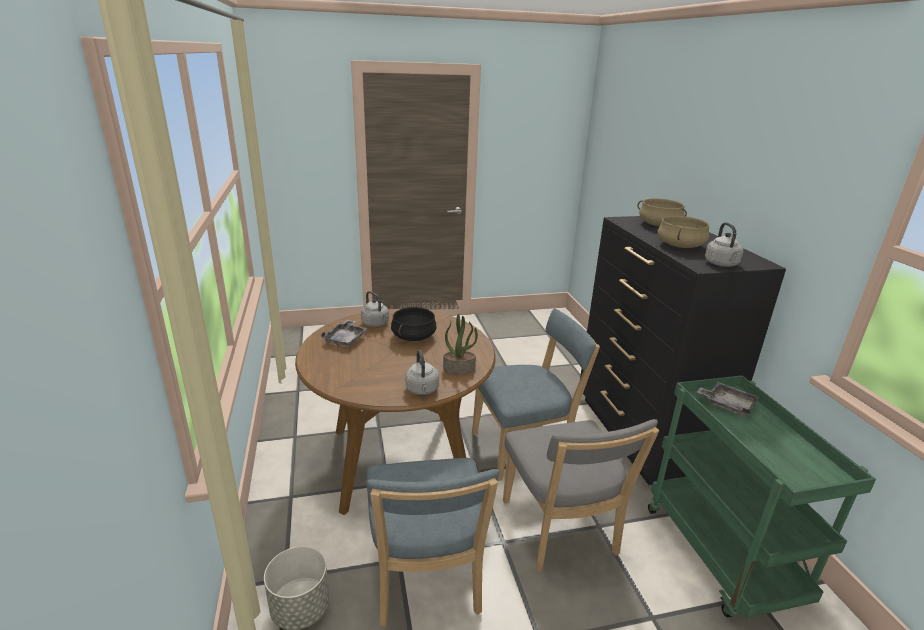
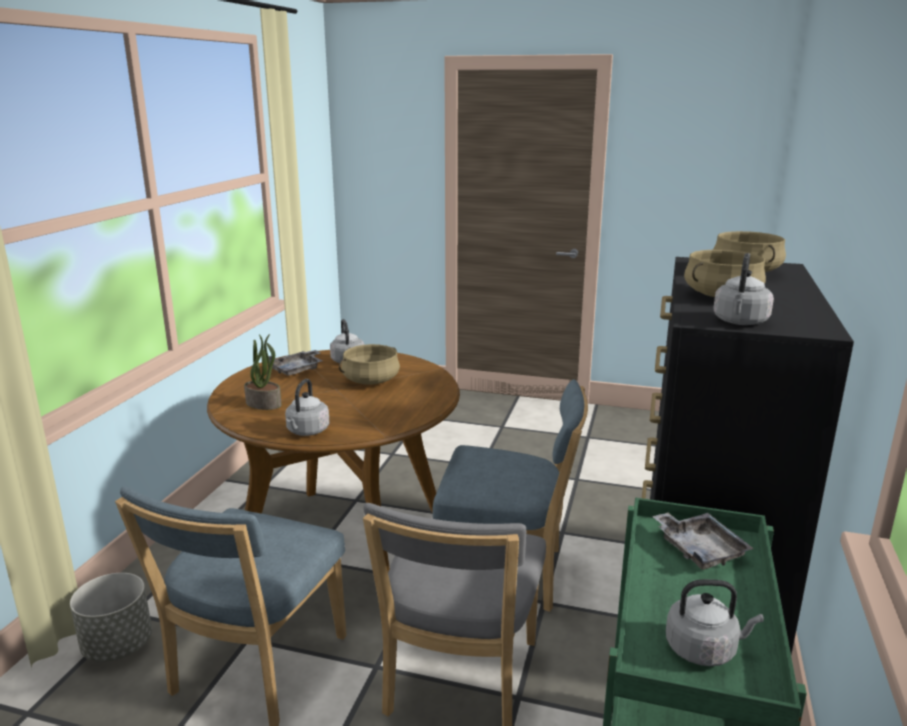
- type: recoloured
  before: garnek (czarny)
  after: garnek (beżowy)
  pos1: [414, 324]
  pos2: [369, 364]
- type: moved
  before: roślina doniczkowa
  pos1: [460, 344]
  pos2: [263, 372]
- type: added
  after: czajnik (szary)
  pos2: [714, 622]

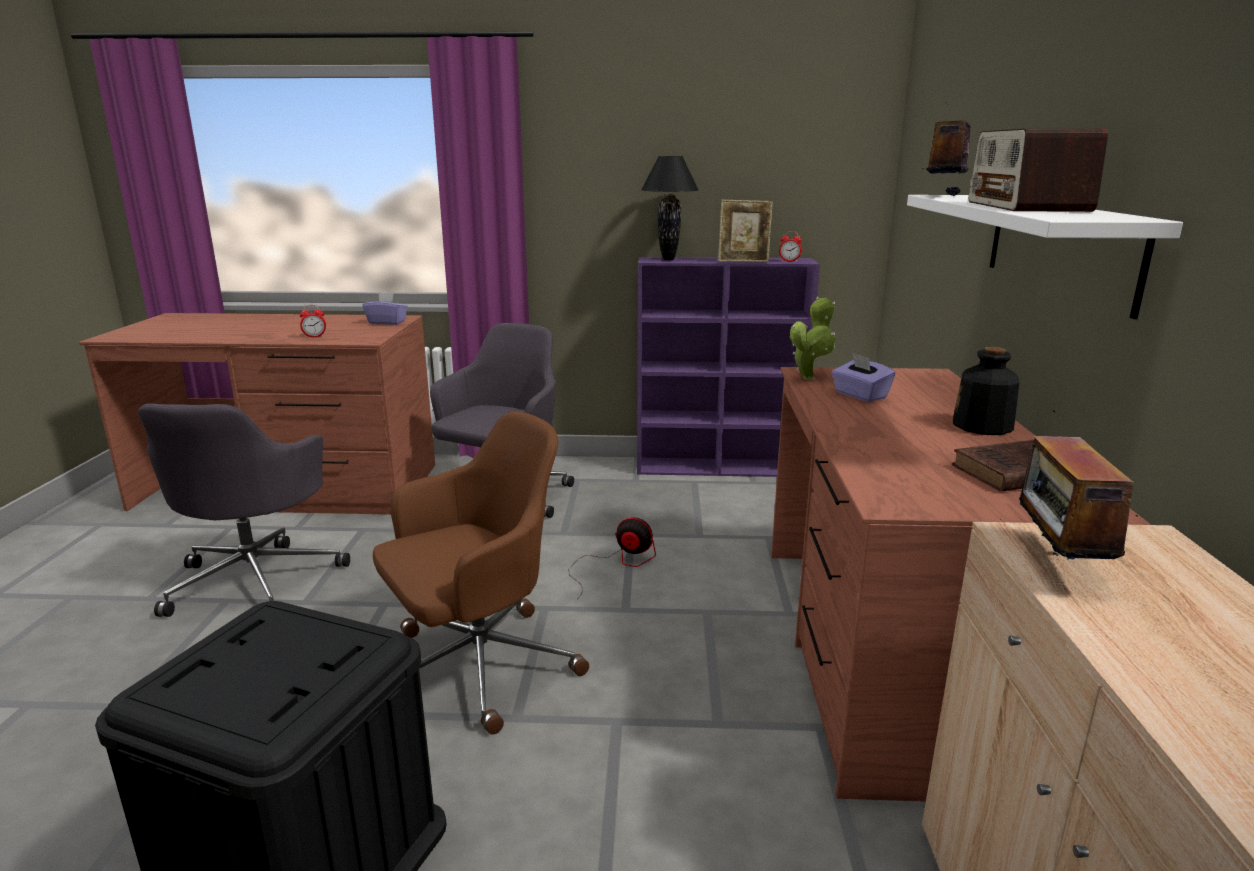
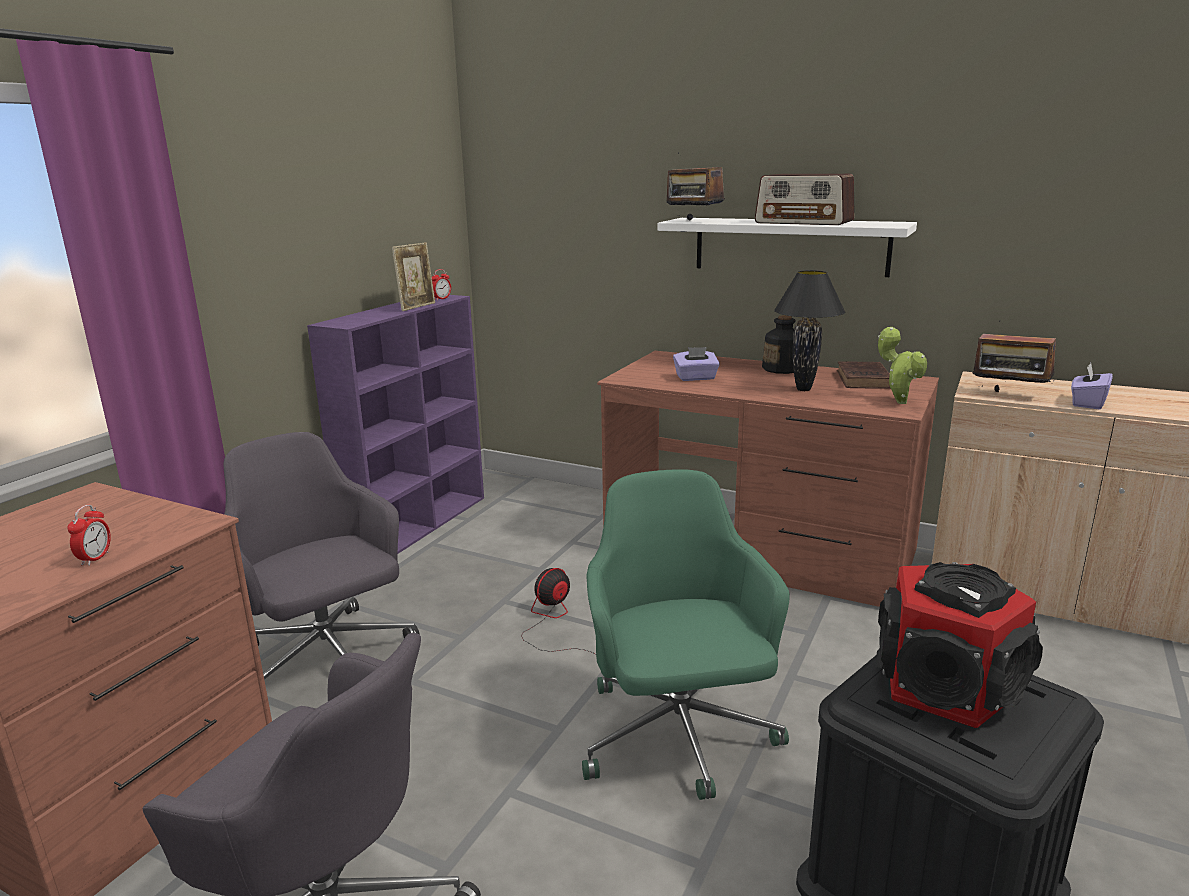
- type: moved
  before: lampa stołowa (czarny)
  pos1: [670, 208]
  pos2: [809, 330]
- type: moved
  before: pudełko chusteczek (fioletowy)
  pos1: [385, 308]
  pos2: [1092, 386]
- type: moved
  before: roślina doniczkowa
  pos1: [812, 338]
  pos2: [902, 365]
- type: recoloured
  before: krzesło biurowe (brązowy)
  after: krzesło biurowe (zielony)
  pos1: [481, 573]
  pos2: [686, 634]
- type: added
  after: głośnik
  pos2: [960, 645]

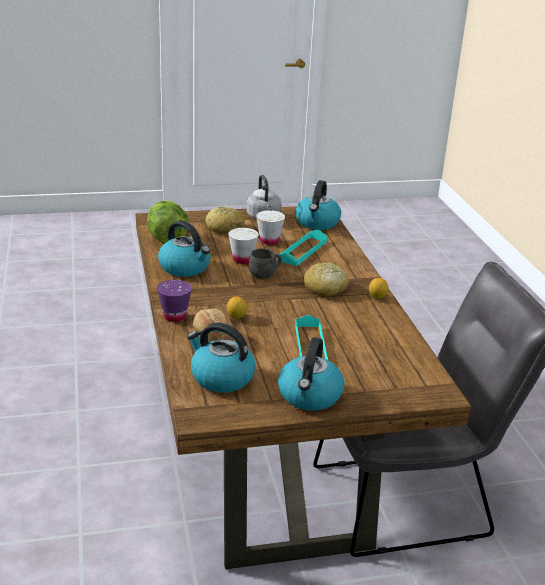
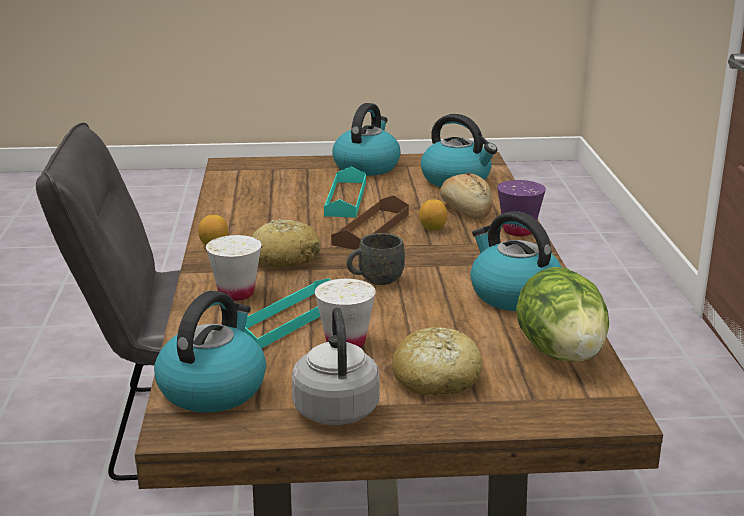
- type: moved
  before: filiżanka (biały)
  pos1: [243, 246]
  pos2: [233, 268]
- type: added
  after: taca (brązowy)
  pos2: [370, 222]

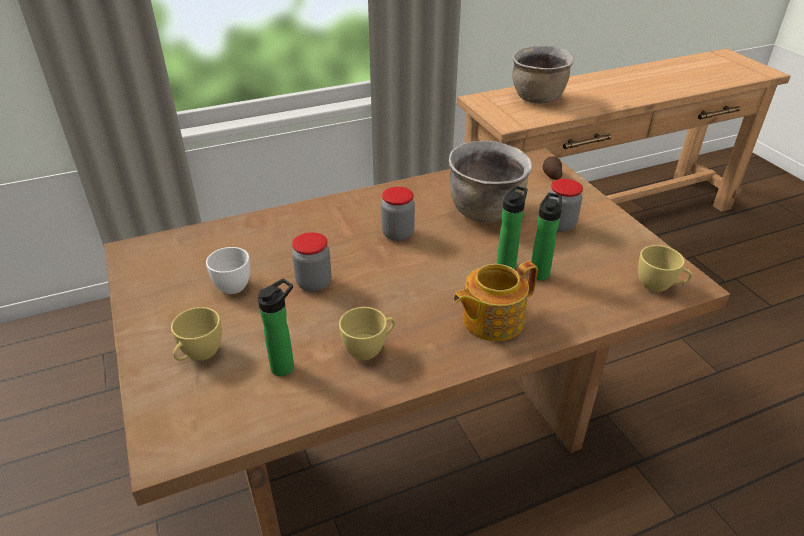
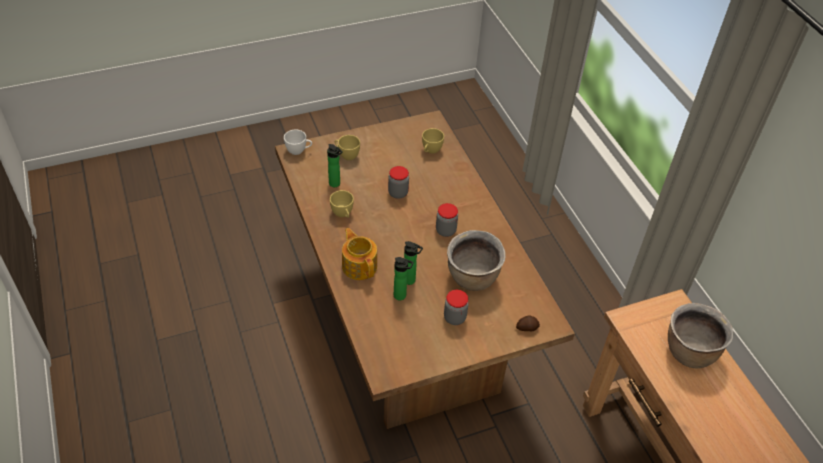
- type: moved
  before: filiżanka (żółty)
  pos1: [665, 268]
  pos2: [433, 141]
- type: moved
  before: filiżanka (biały)
  pos1: [228, 270]
  pos2: [298, 142]

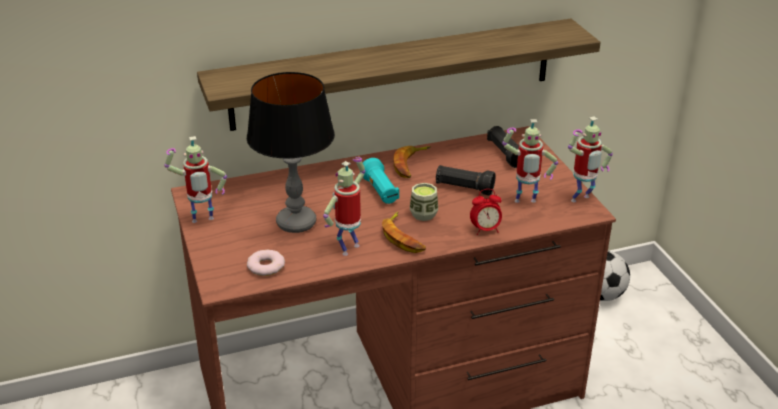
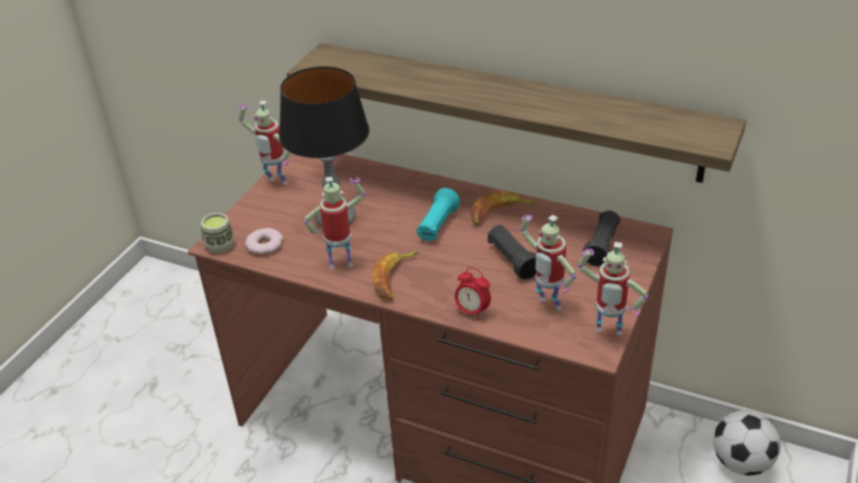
- type: moved
  before: filiżanka
  pos1: [424, 202]
  pos2: [218, 233]

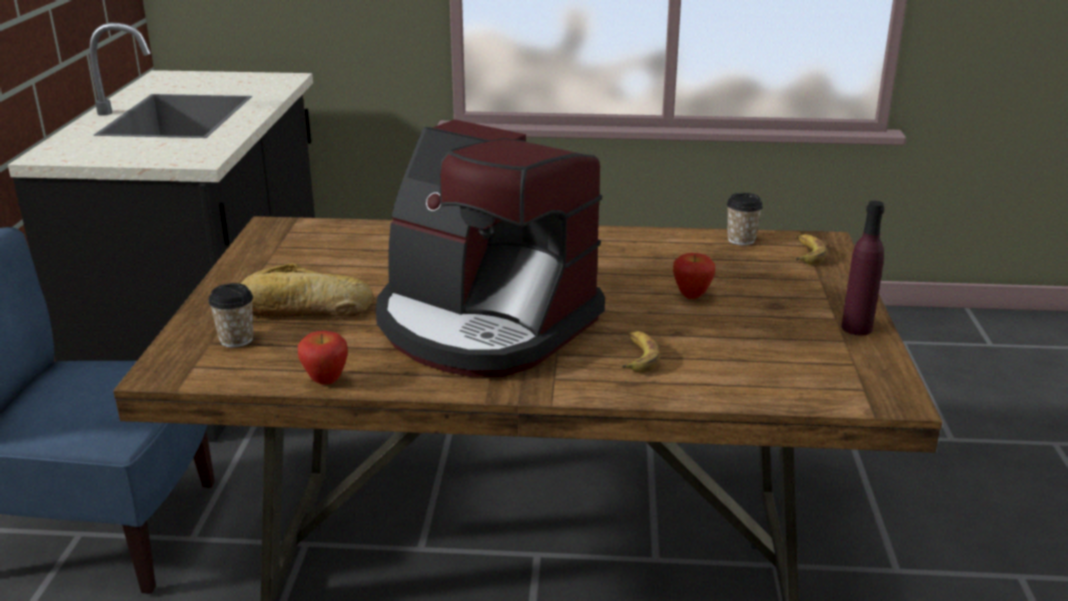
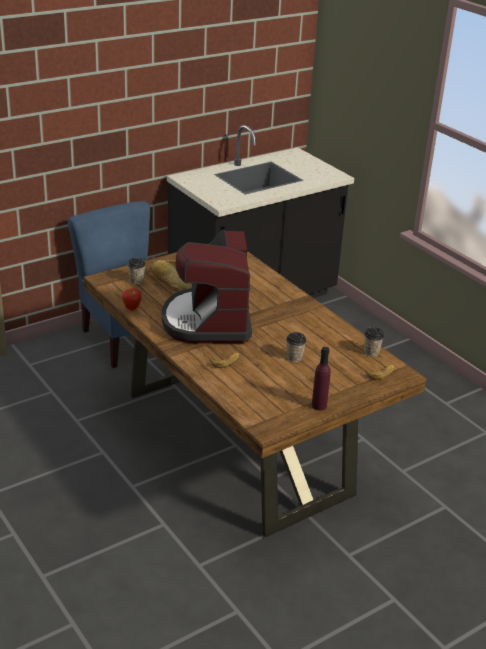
- type: replaced
  before: jabłko
  after: filiżanka
  pos1: [694, 276]
  pos2: [296, 347]

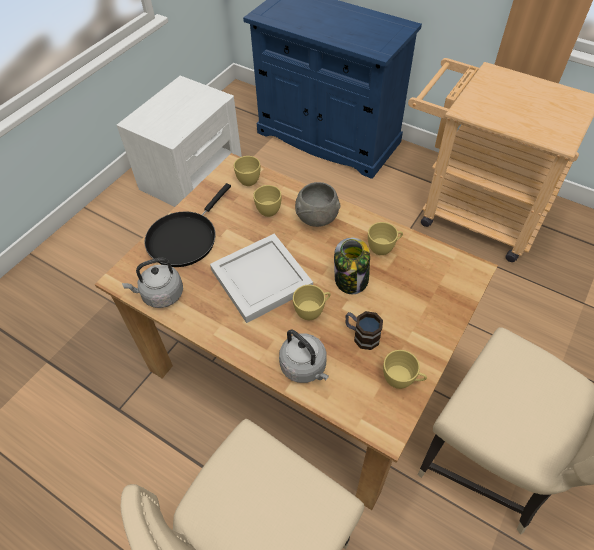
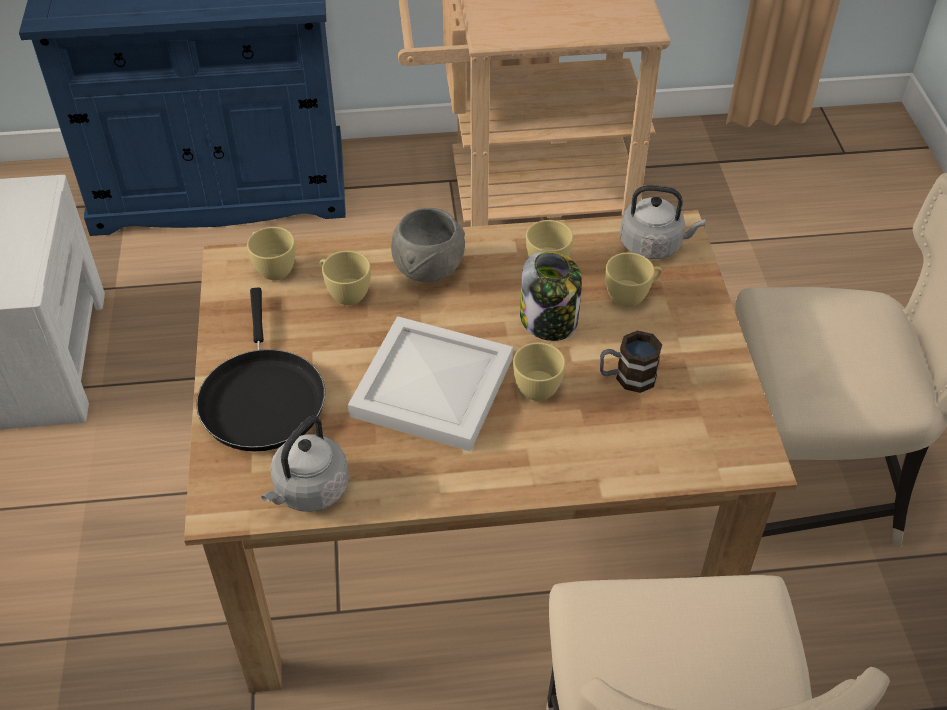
- type: moved
  before: czajnik (szary)
  pos1: [304, 356]
  pos2: [663, 222]
- type: moved
  before: filiżanka (żółty)
  pos1: [405, 369]
  pos2: [633, 280]

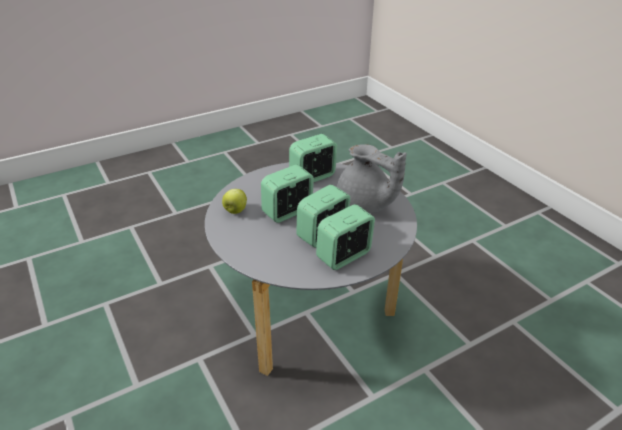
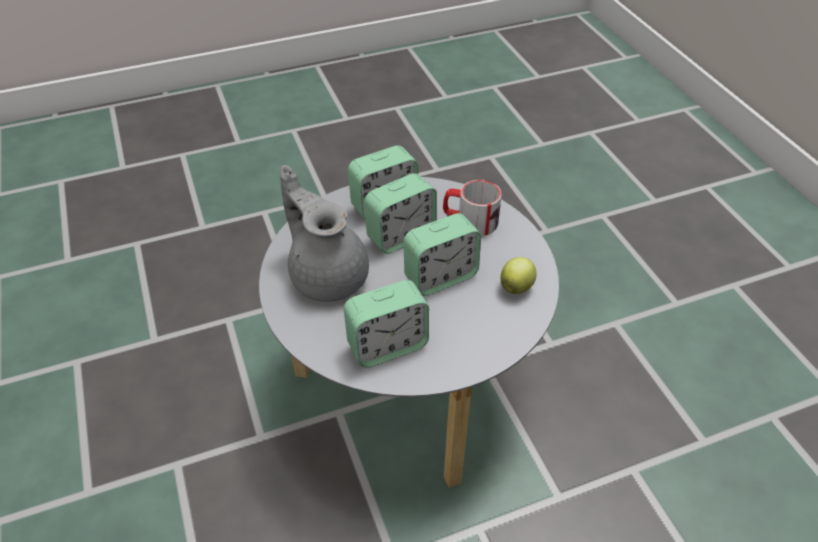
- type: added
  after: kubek
  pos2: [472, 208]

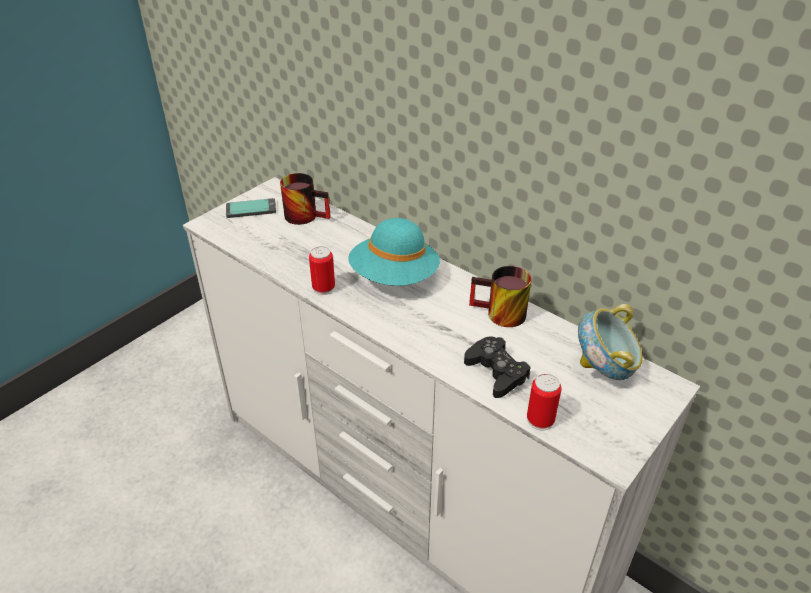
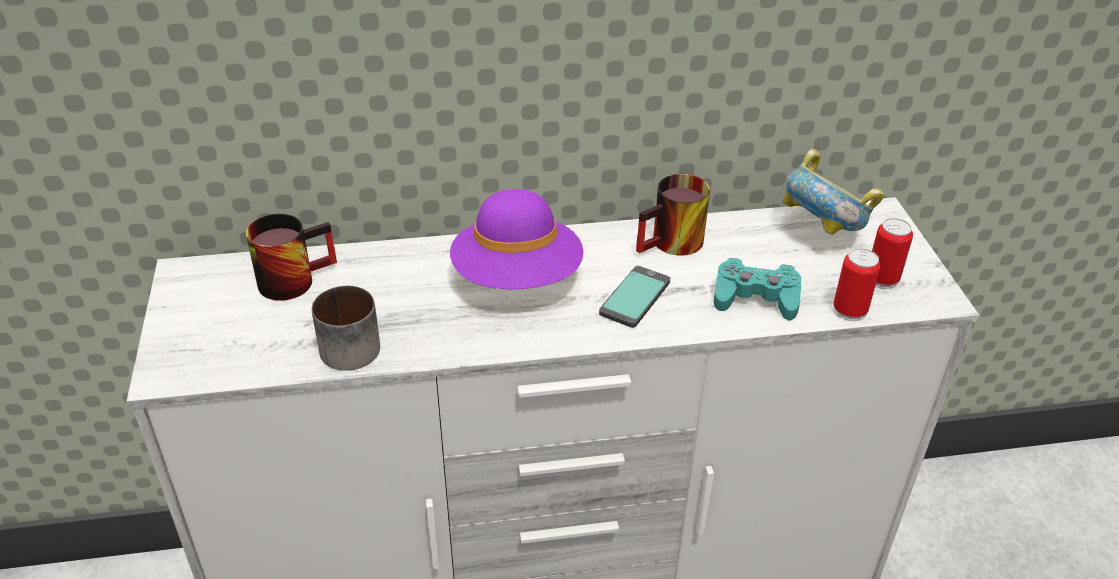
- type: moved
  before: telefon
  pos1: [251, 208]
  pos2: [634, 297]
- type: recoloured
  before: kapelusz (turkusowy)
  after: kapelusz (fioletowy)
  pos1: [394, 252]
  pos2: [517, 239]
- type: moved
  before: puszka
  pos1: [322, 270]
  pos2: [892, 253]
- type: recoloured
  before: pad do gier (czarny)
  after: pad do gier (turkusowy)
  pos1: [497, 367]
  pos2: [757, 289]
- type: added
  after: kubek
  pos2: [346, 328]

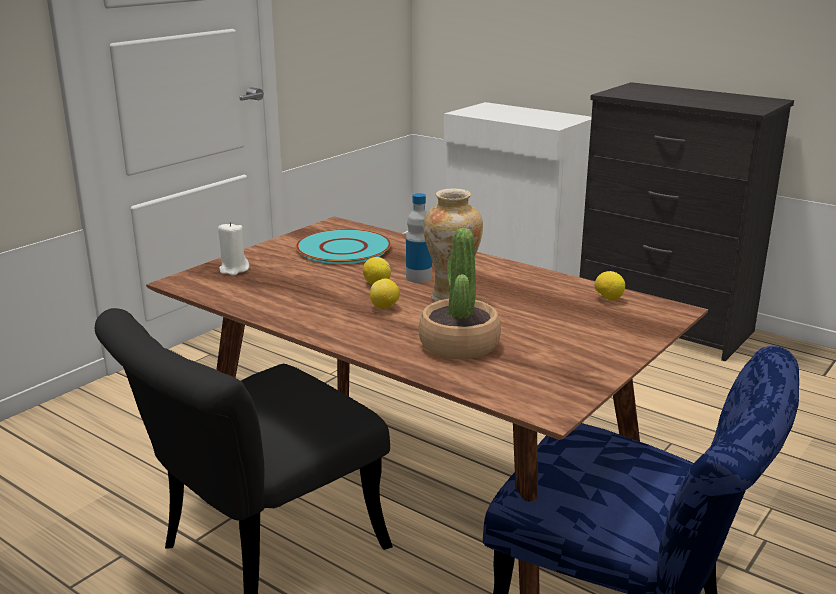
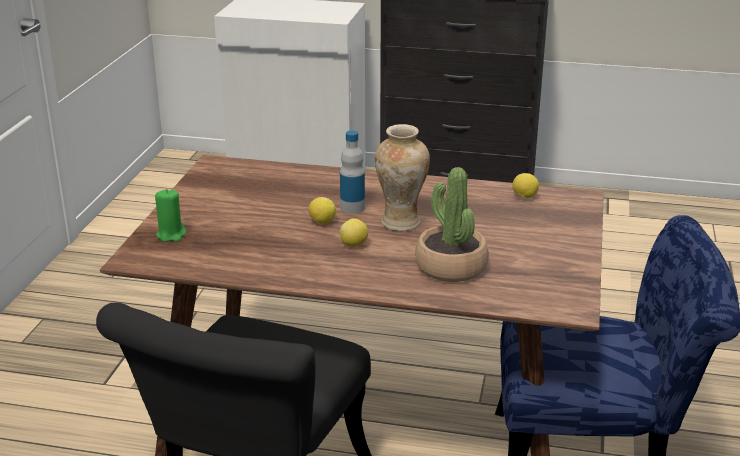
- type: recoloured
  before: świeca (biały)
  after: świeca (zielony)
  pos1: [233, 248]
  pos2: [170, 215]
- type: removed
  before: talerz (turkusowy)
  pos1: [343, 246]

